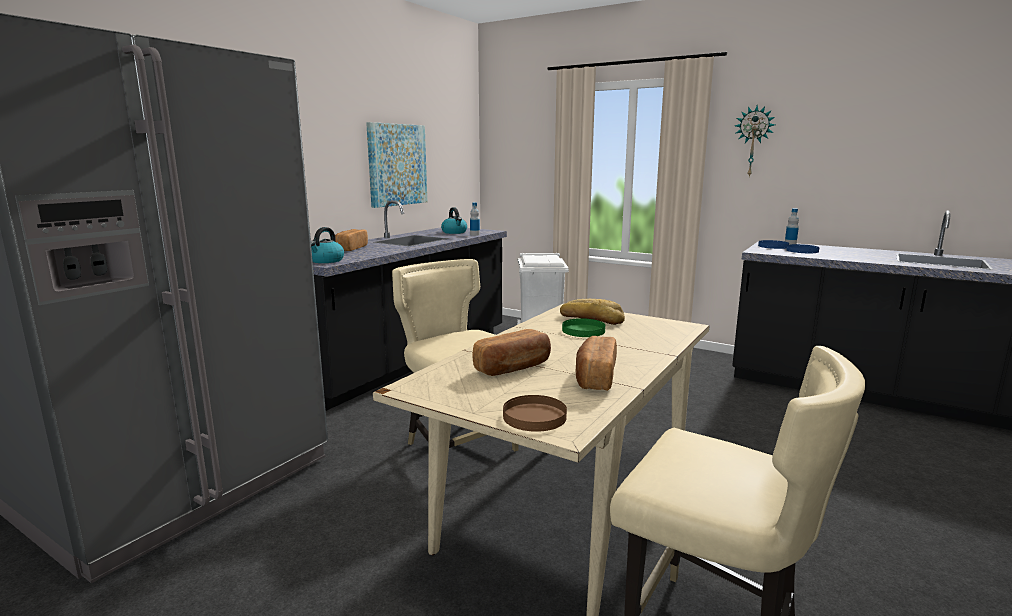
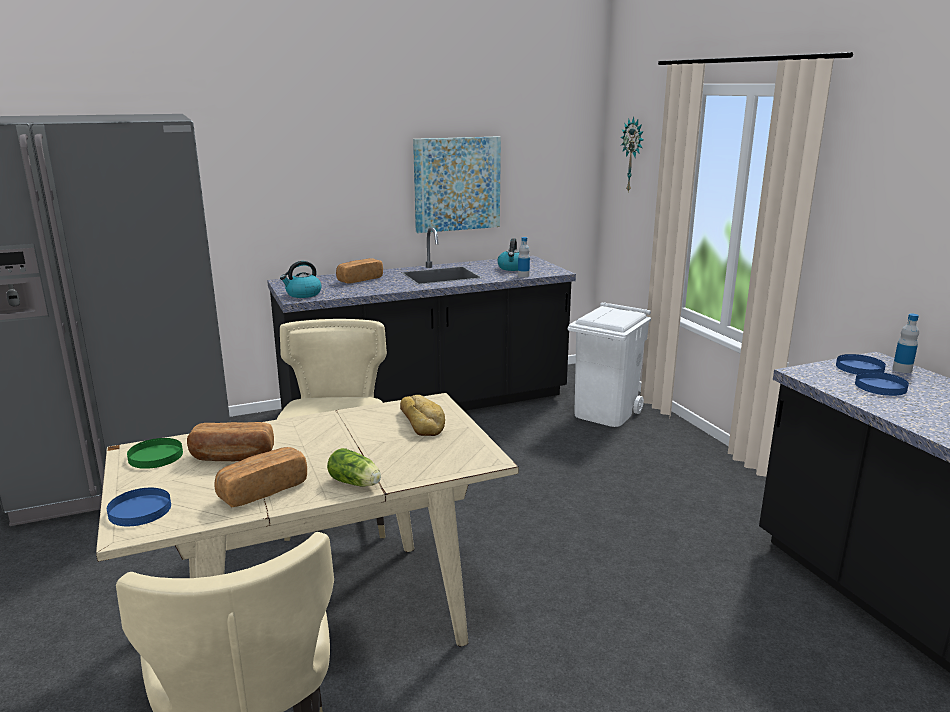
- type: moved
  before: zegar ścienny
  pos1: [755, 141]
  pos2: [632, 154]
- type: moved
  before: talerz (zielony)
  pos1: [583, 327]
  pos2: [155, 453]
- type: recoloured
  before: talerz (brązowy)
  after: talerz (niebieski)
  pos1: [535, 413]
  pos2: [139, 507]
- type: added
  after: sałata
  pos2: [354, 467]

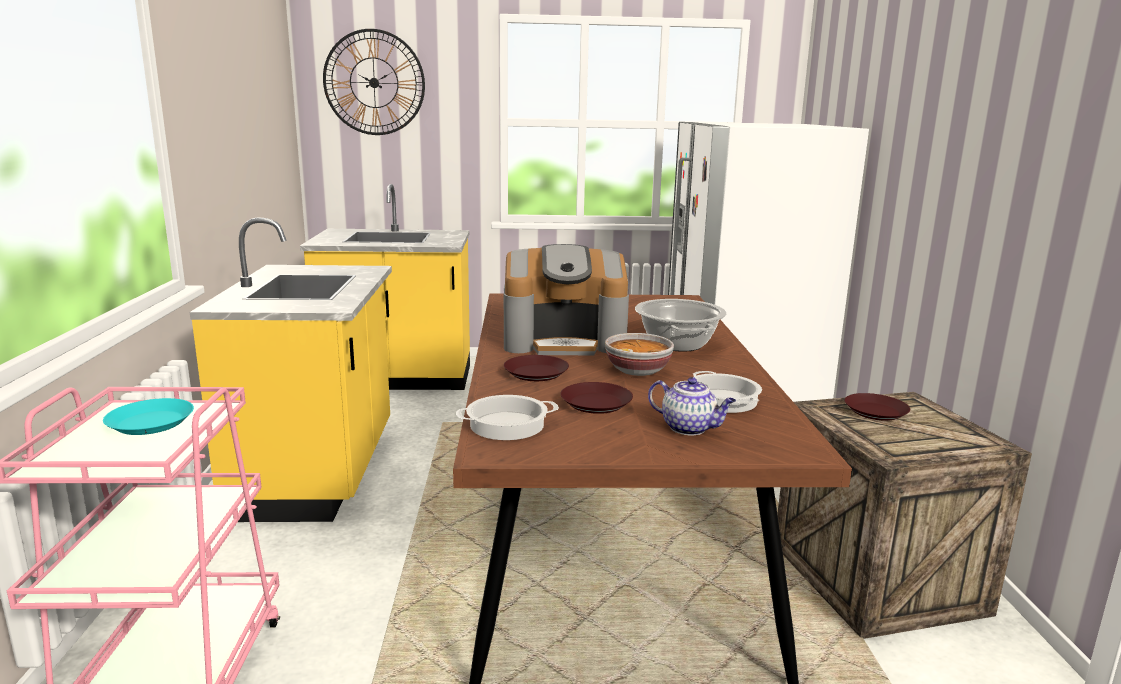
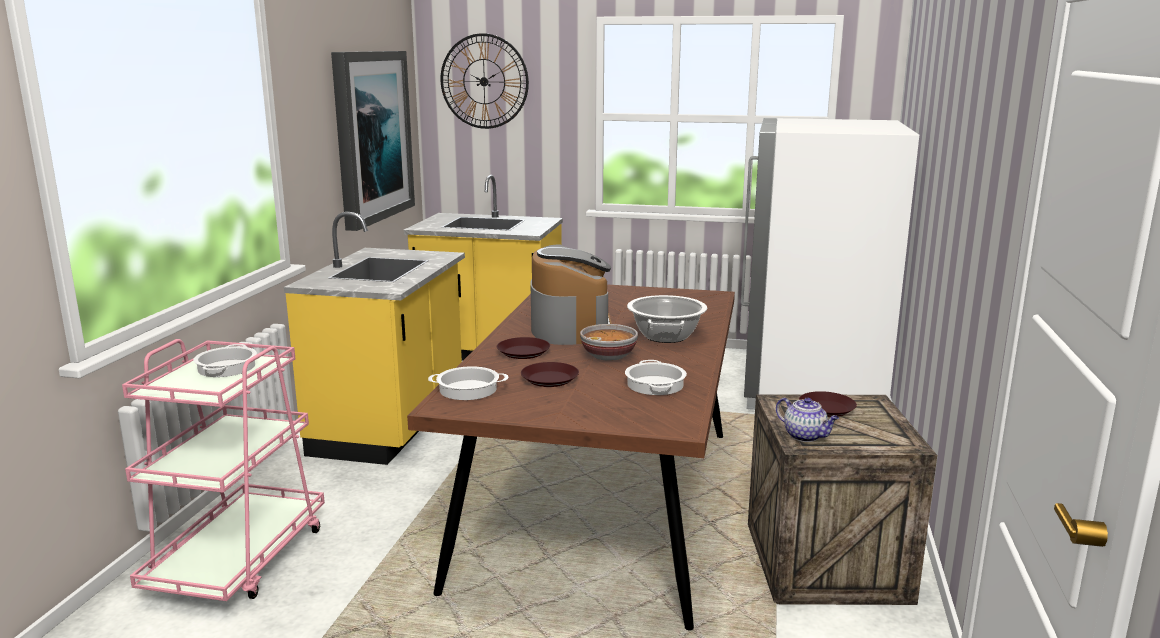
- type: turned
  before: ekspres do kawy
  pos1: [566, 299]
  pos2: [571, 294]
  turn: -105
- type: moved
  before: imbryk
  pos1: [692, 406]
  pos2: [807, 419]
- type: replaced
  before: talerz (turkusowy)
  after: garnek
  pos1: [148, 416]
  pos2: [225, 360]
- type: added
  after: obraz
  pos2: [373, 141]

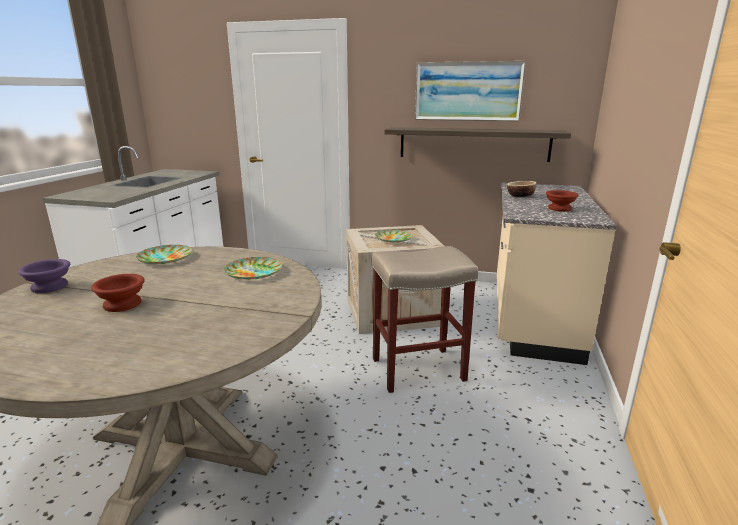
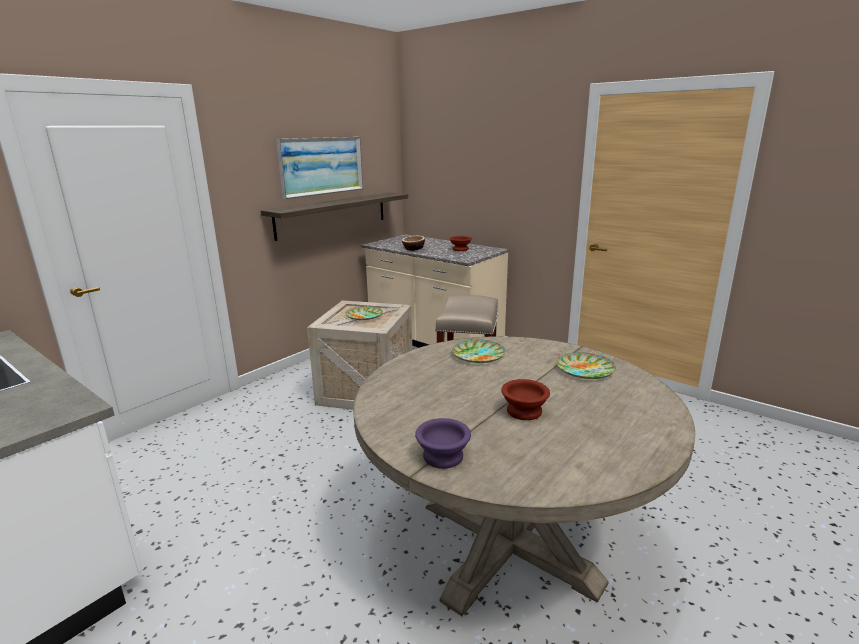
- type: moved
  before: talerz
  pos1: [164, 254]
  pos2: [586, 365]

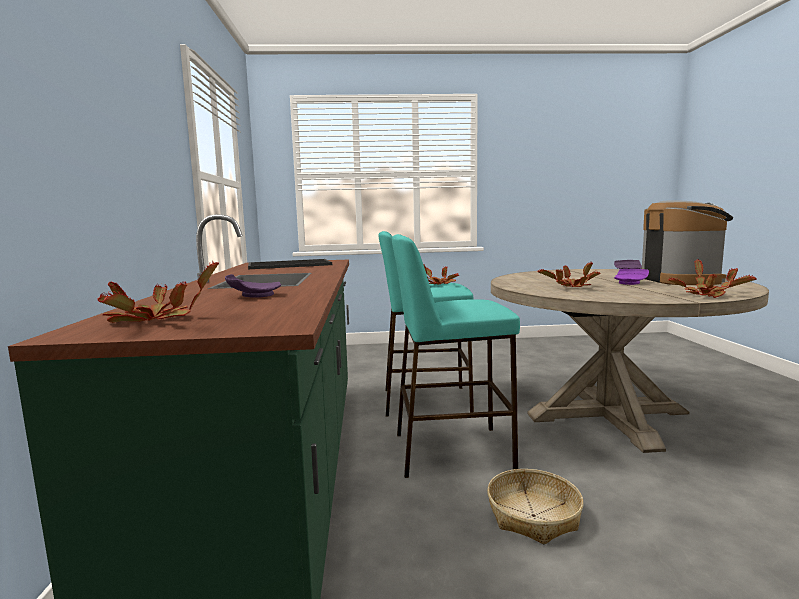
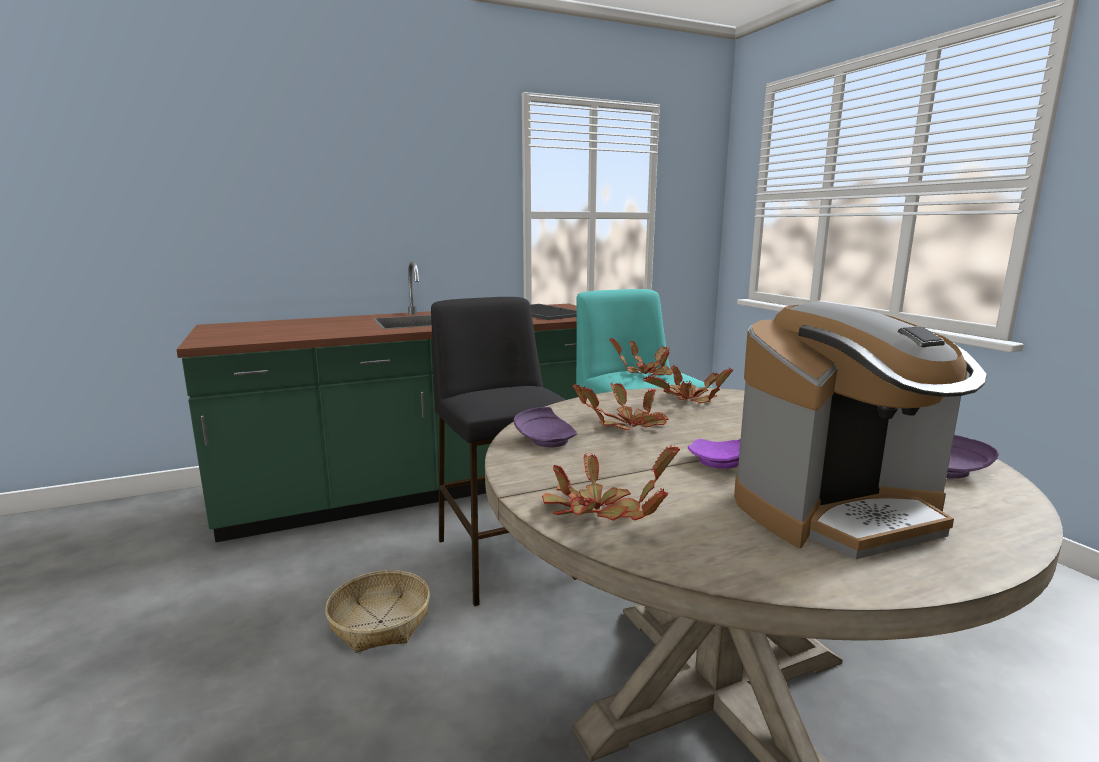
- type: recoloured
  before: stołek (turkusowy)
  after: stołek (czarny)
  pos1: [456, 356]
  pos2: [503, 451]
- type: moved
  before: roślina doniczkowa
  pos1: [158, 292]
  pos2: [688, 384]
- type: moved
  before: talerz (fioletowy)
  pos1: [253, 286]
  pos2: [545, 427]

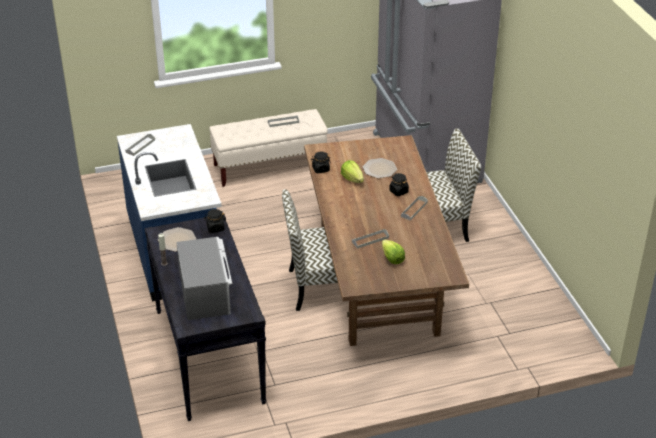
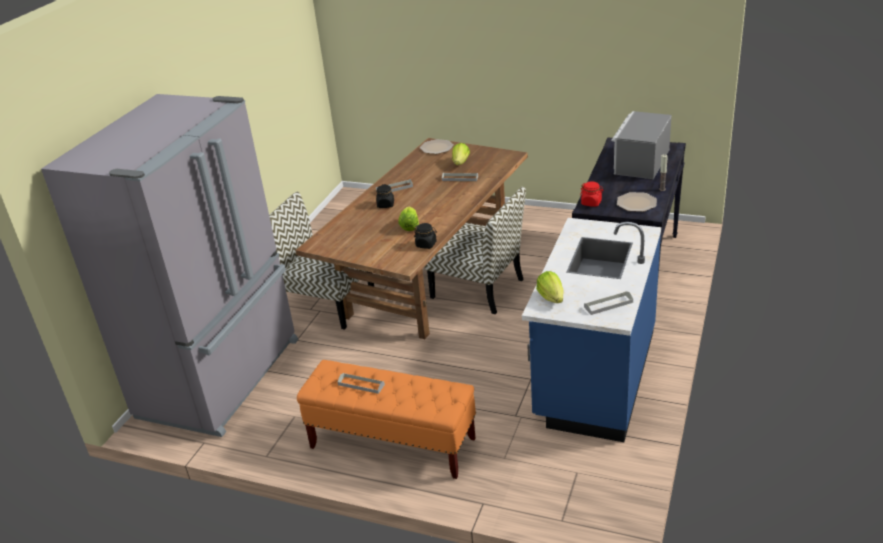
- type: recoloured
  before: ławka (beżowy)
  after: ławka (pomarańczowy)
  pos1: [268, 148]
  pos2: [386, 419]
- type: moved
  before: talerz
  pos1: [379, 168]
  pos2: [437, 146]
- type: recoloured
  before: słoik (czarny)
  after: słoik (czerwony)
  pos1: [215, 221]
  pos2: [592, 194]
- type: added
  after: sałata
  pos2: [549, 287]

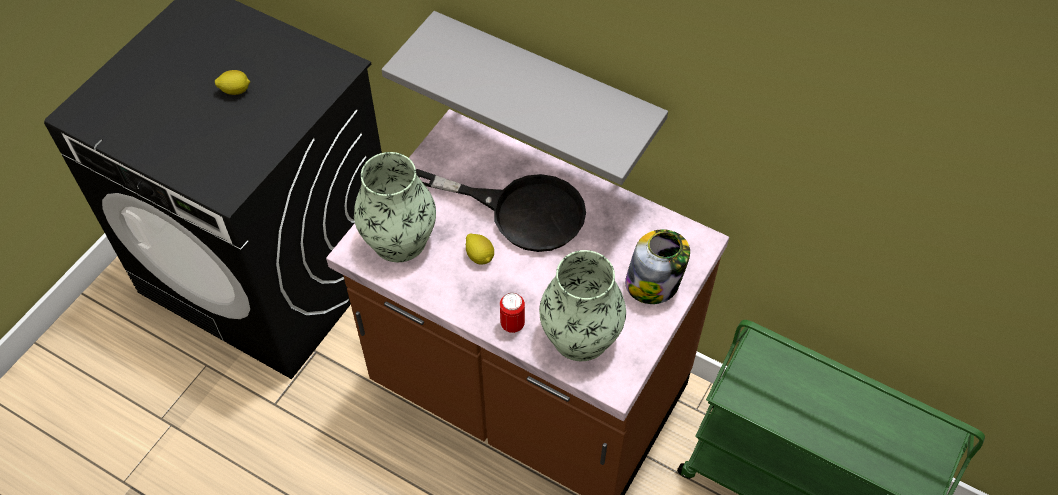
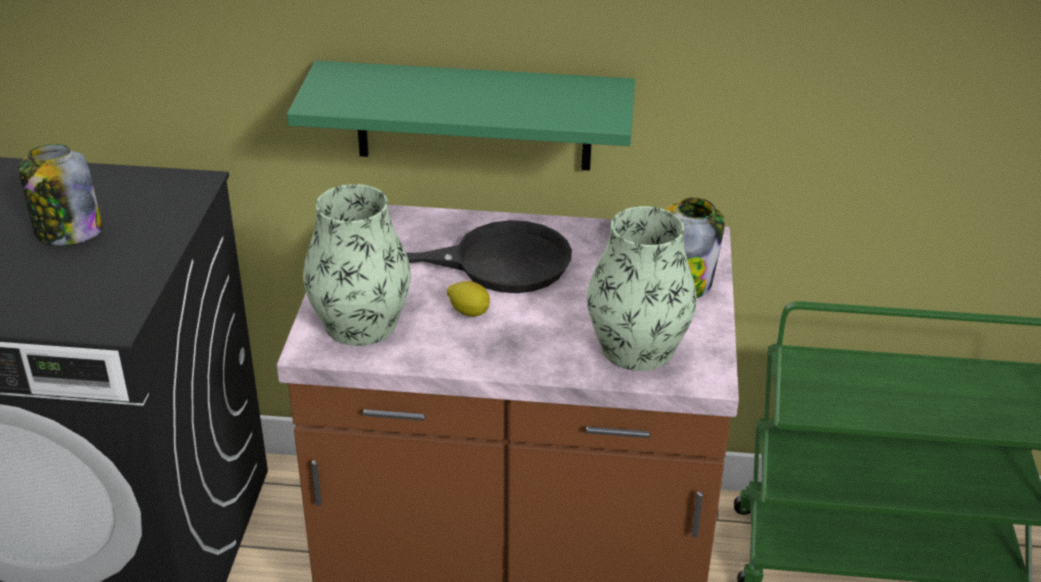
- type: recoloured
  before: półka (szary)
  after: półka (zielony)
  pos1: [525, 98]
  pos2: [461, 116]
- type: replaced
  before: cytryna
  after: słoik
  pos1: [232, 82]
  pos2: [60, 194]
- type: removed
  before: puszka
  pos1: [512, 313]

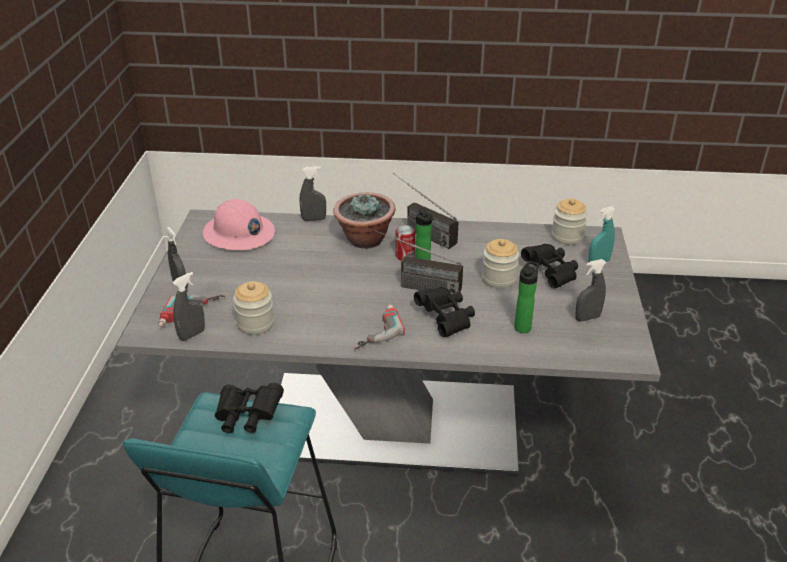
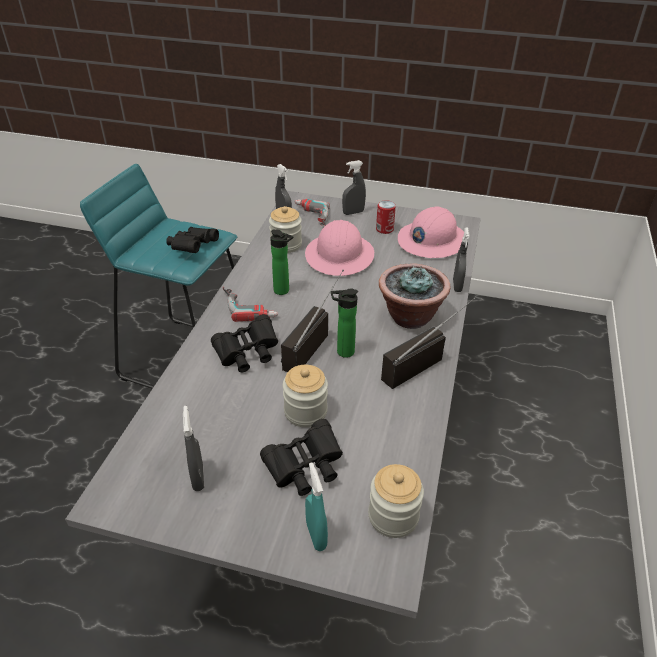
- type: moved
  before: puszka
  pos1: [405, 243]
  pos2: [386, 217]
- type: moved
  before: butelka
  pos1: [526, 297]
  pos2: [281, 262]
- type: added
  after: kask (różowy)
  pos2: [339, 248]

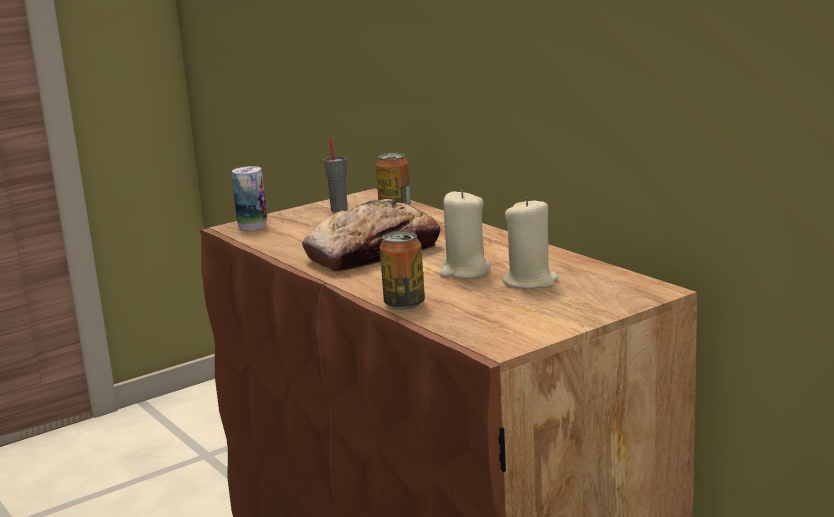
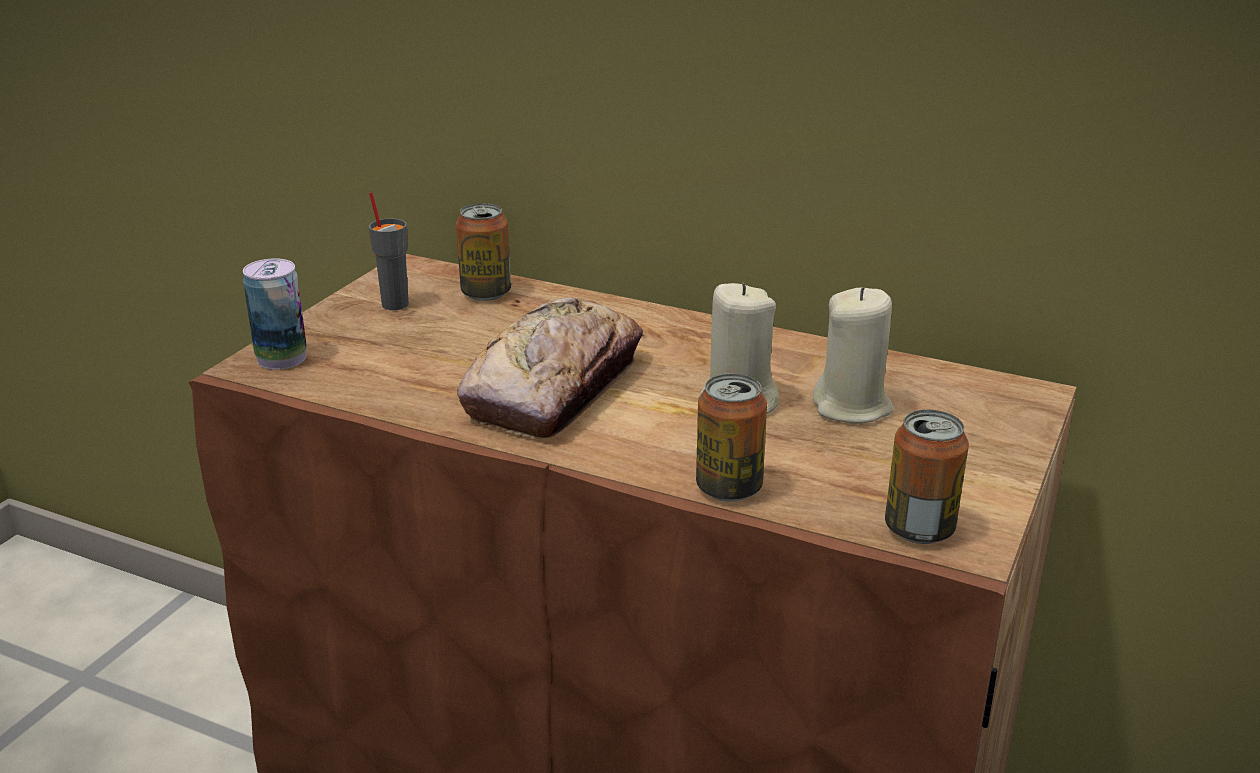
- type: added
  after: puszka
  pos2: [927, 476]

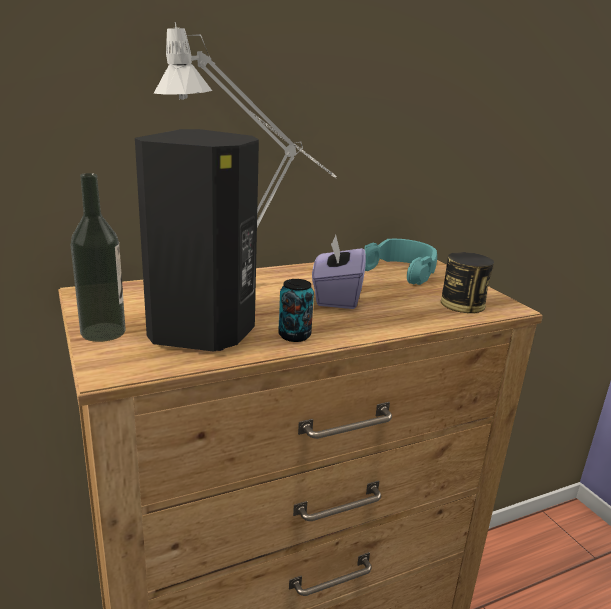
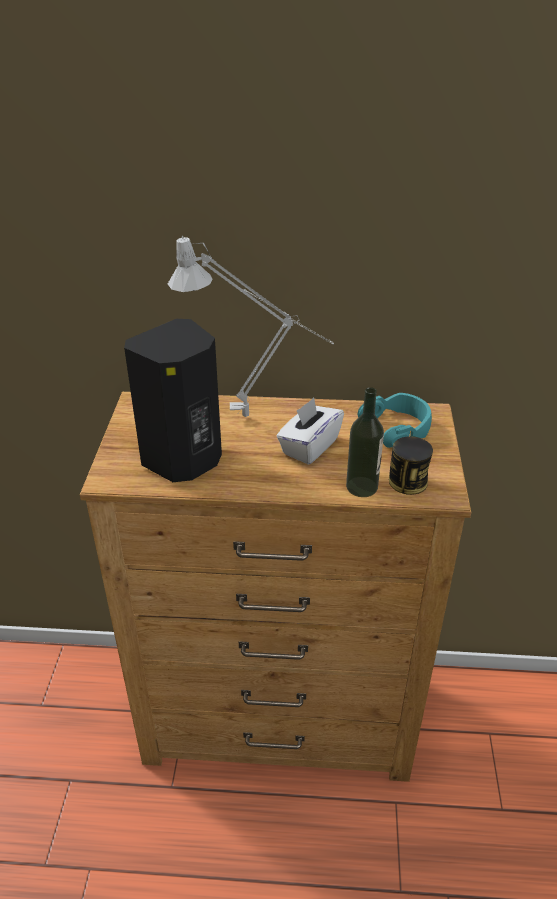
- type: moved
  before: butelka
  pos1: [98, 257]
  pos2: [365, 442]
- type: recoloured
  before: pudełko chusteczek (fioletowy)
  after: pudełko chusteczek (biały)
  pos1: [339, 271]
  pos2: [310, 431]
- type: removed
  before: puszka
  pos1: [296, 310]

